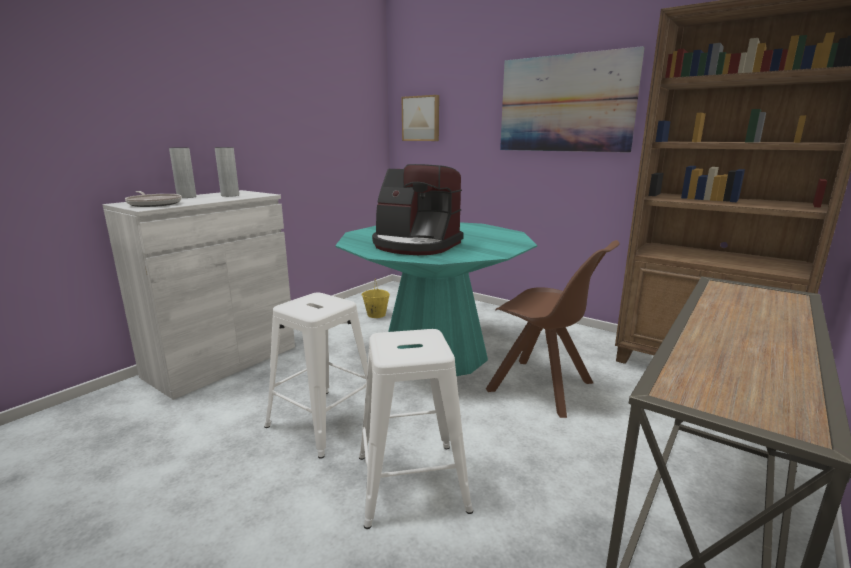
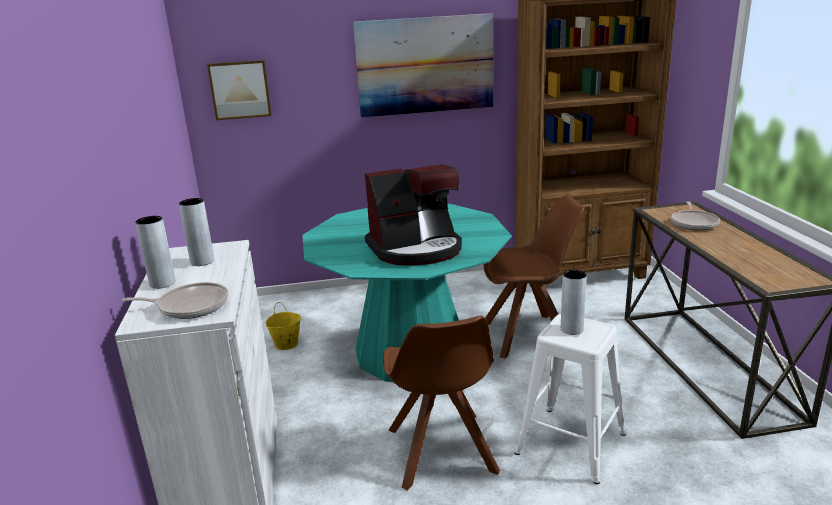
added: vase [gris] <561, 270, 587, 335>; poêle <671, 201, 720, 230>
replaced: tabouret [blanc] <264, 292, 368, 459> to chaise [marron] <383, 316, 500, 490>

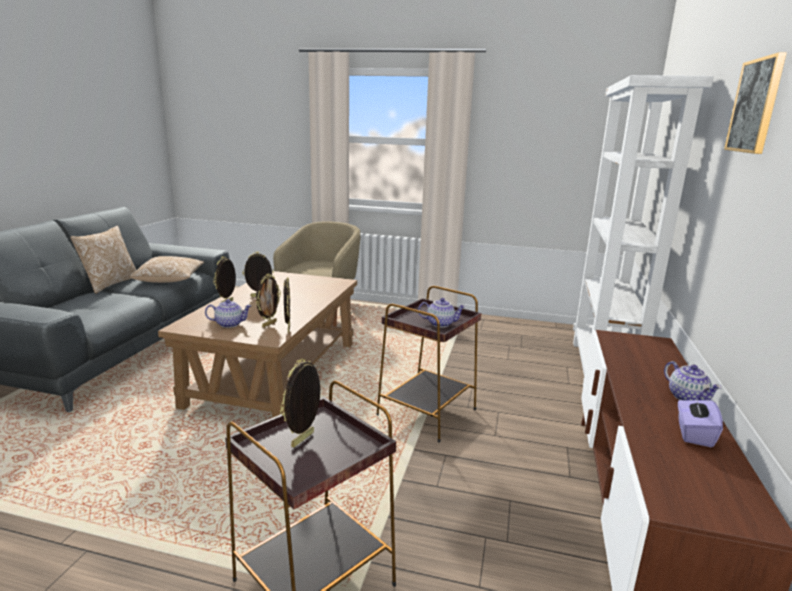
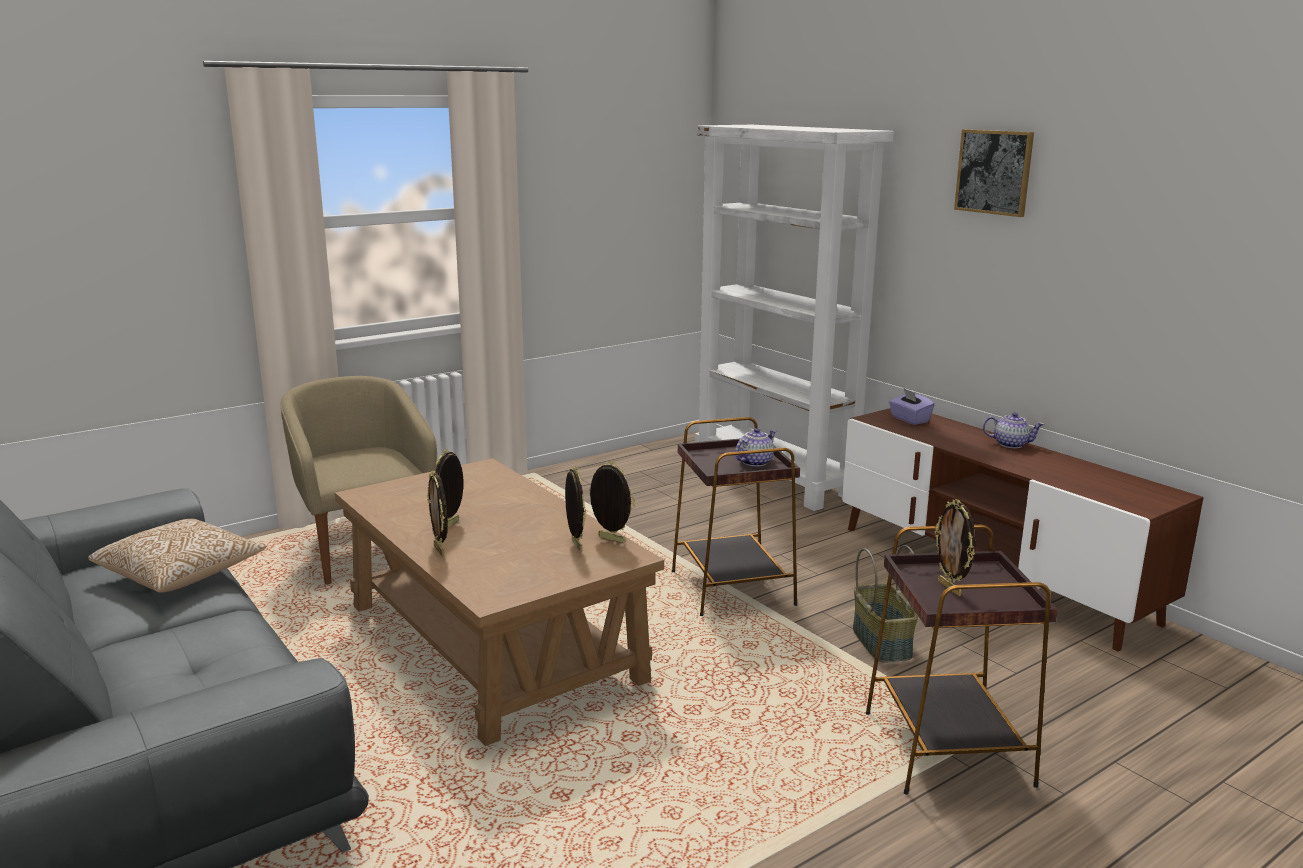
removed: coussin <70, 226, 136, 294>; théière <205, 299, 252, 328>
added: panier <853, 545, 918, 663>
moved: boîte à mouchoirs [violet] <678, 394, 723, 447> to <889, 388, 935, 425>

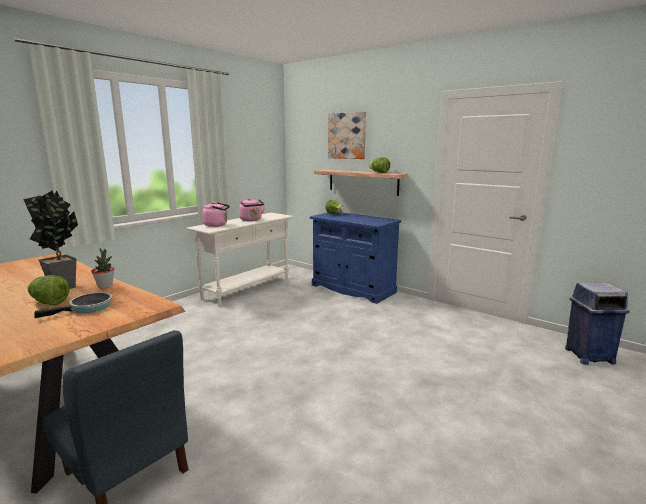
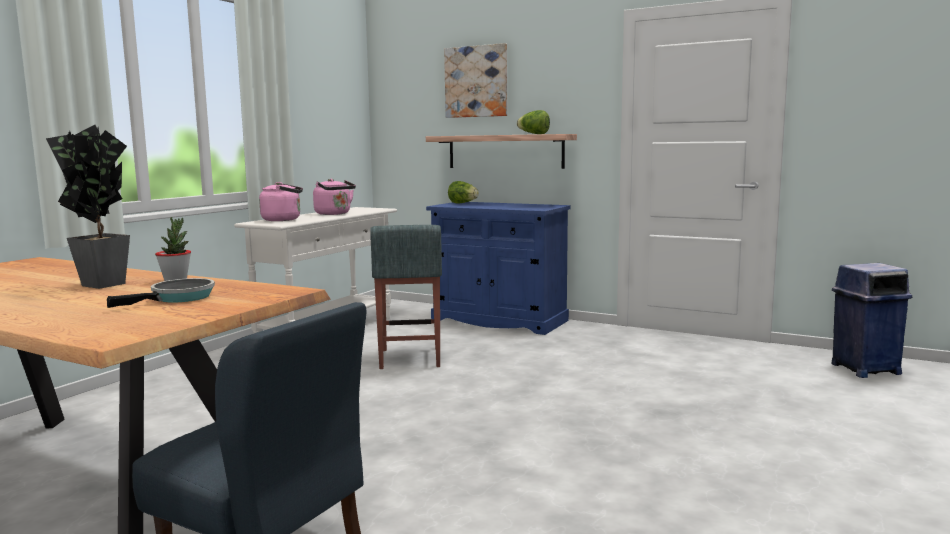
removed: laitue <27, 275, 69, 305>
added: tabouret [gris] <370, 225, 442, 369>

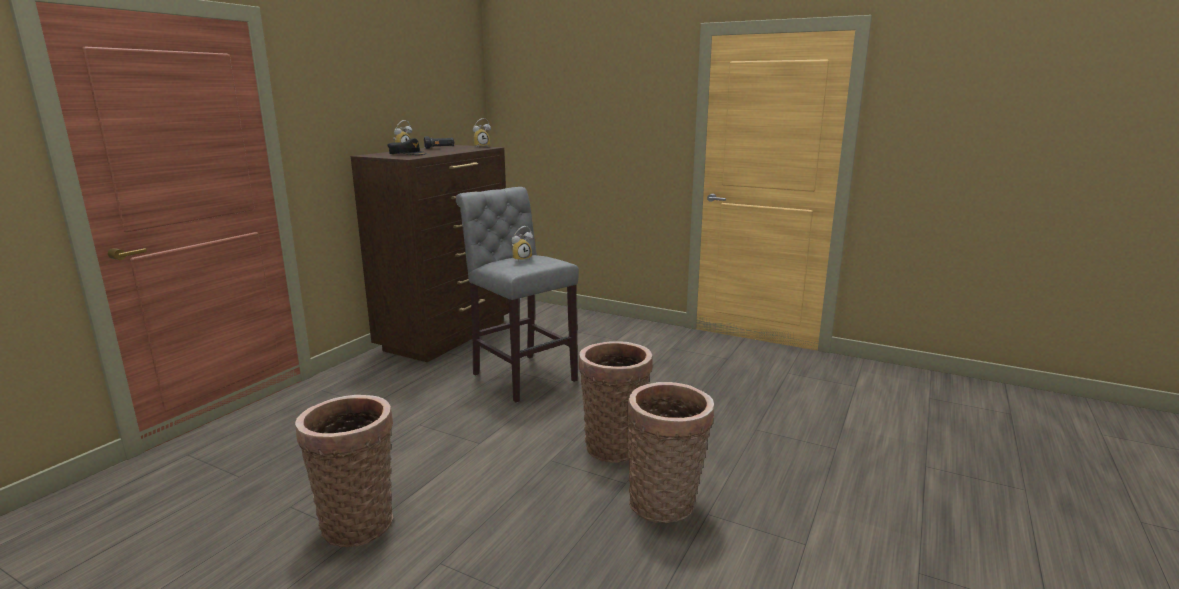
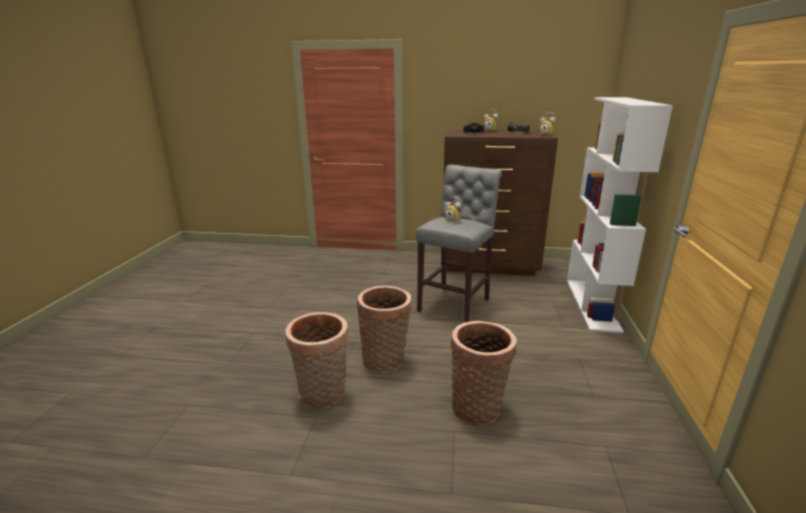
added: bibliothèque [blanc] <567, 97, 673, 333>
moved: panier <295, 395, 393, 547> to <451, 321, 516, 426>

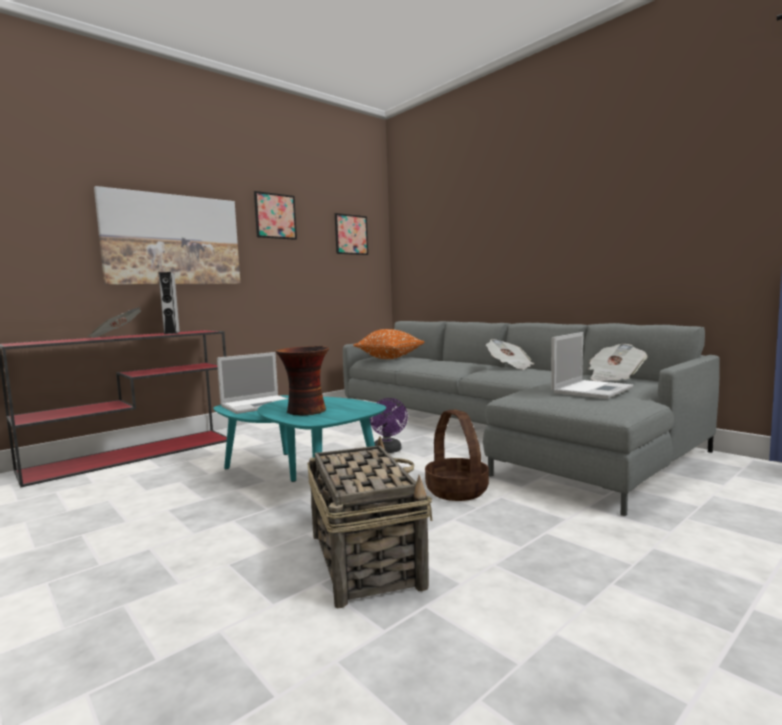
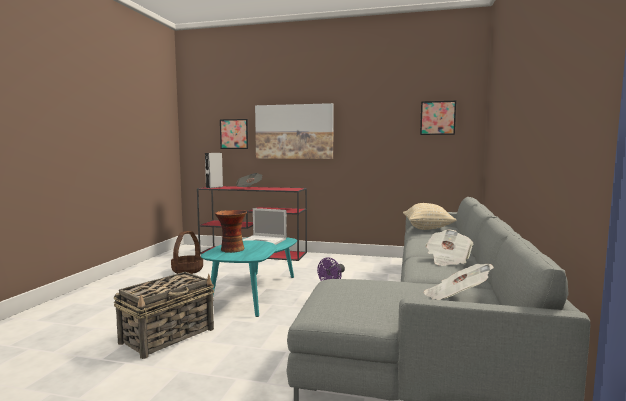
removed: ordinateur portable <551, 332, 633, 399>
moved: enceinte [gris] <158, 272, 180, 334> to <205, 153, 223, 188>; tableau <254, 191, 297, 240> to <220, 119, 248, 149>; panier <425, 410, 489, 501> to <171, 231, 203, 274>
recoloured: coussin [orange] <353, 329, 424, 359> to coussin [beige] <403, 203, 457, 230>

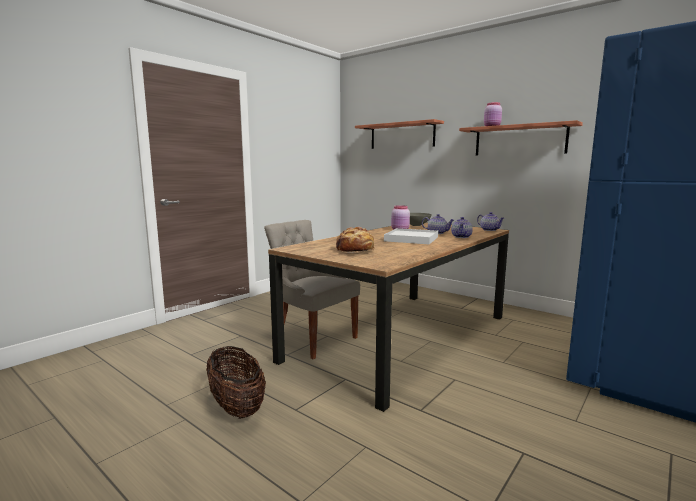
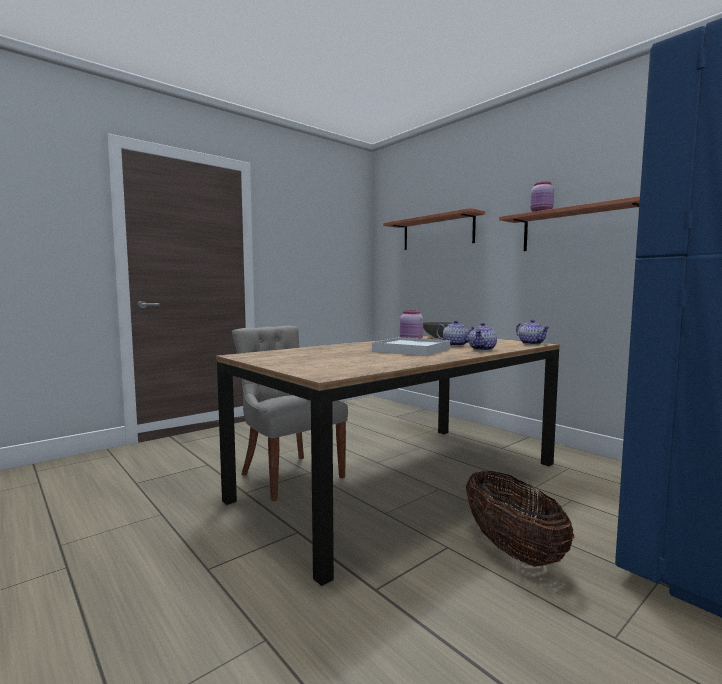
removed: pain <336, 227, 375, 253>
moved: panier <206, 346, 266, 419> to <466, 471, 574, 567>

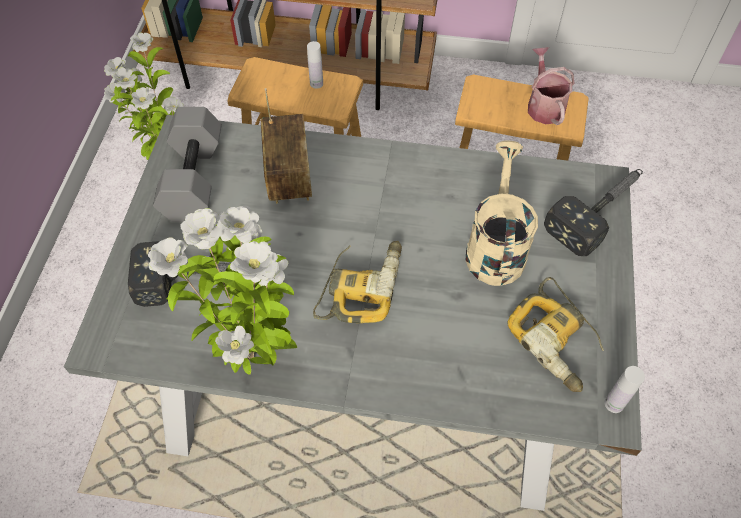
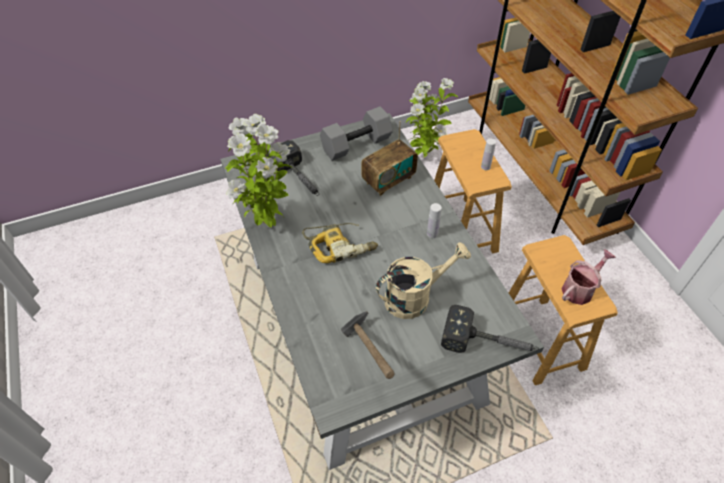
moved: bouteille [blanc] <604, 366, 645, 413> to <427, 203, 442, 238>
replaced: perceuse <507, 277, 604, 392> to marteau <341, 311, 395, 379>

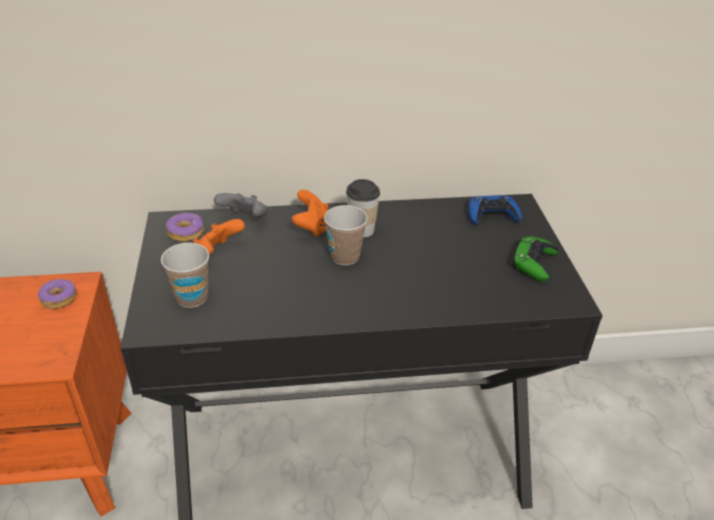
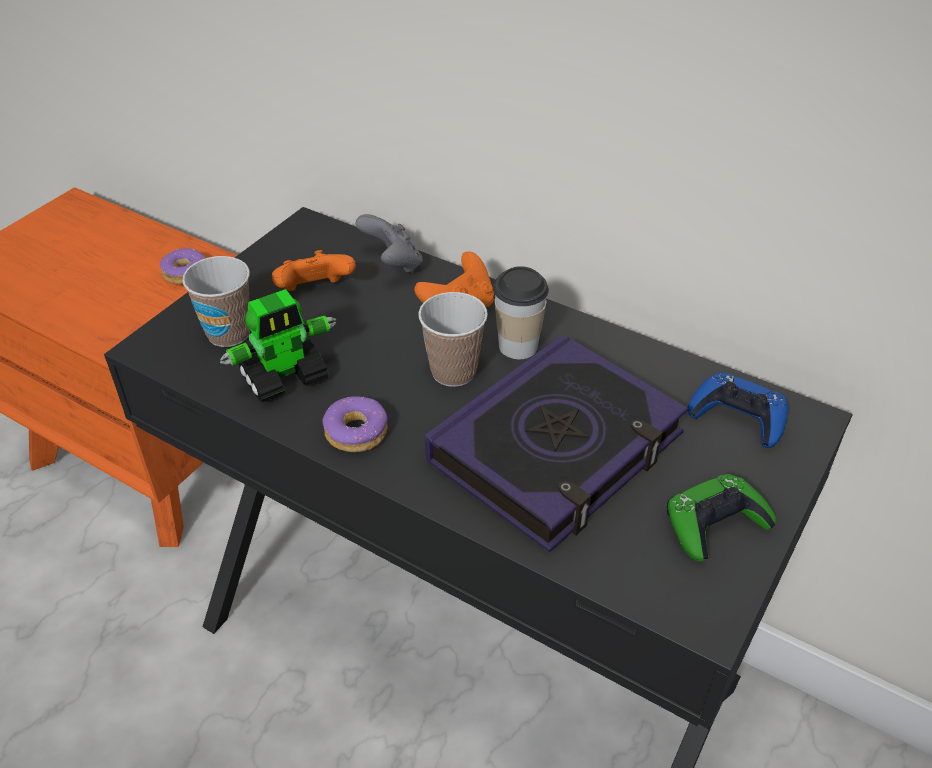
added: robot jouet <220, 289, 336, 402>; livre <425, 334, 688, 553>
moved: beignet <166, 213, 204, 242> to <322, 396, 388, 452>

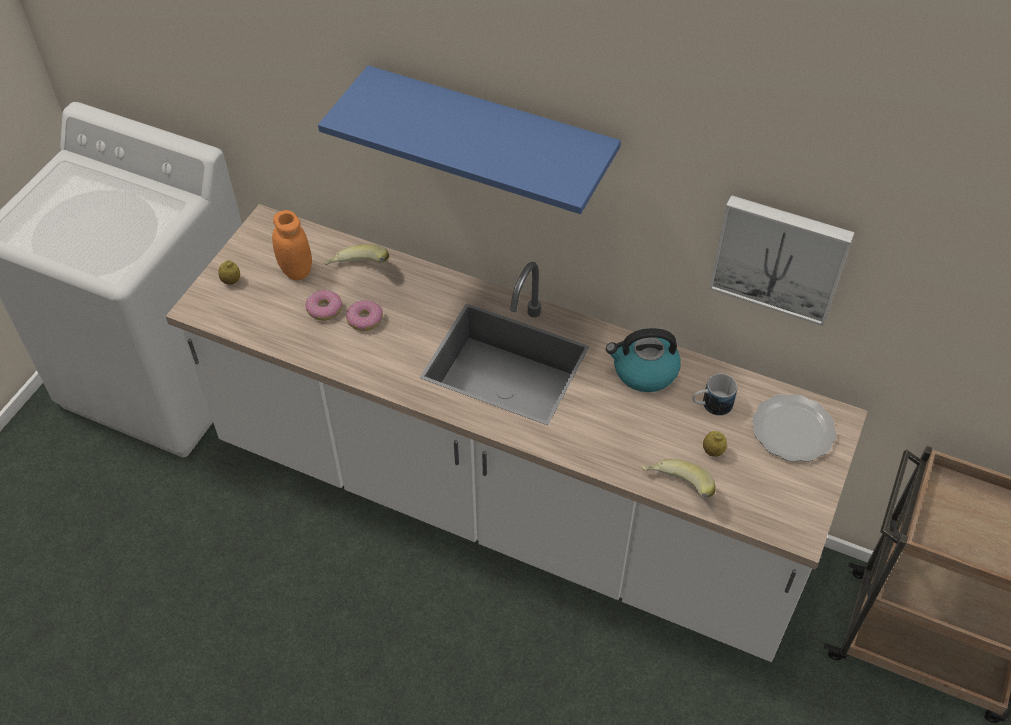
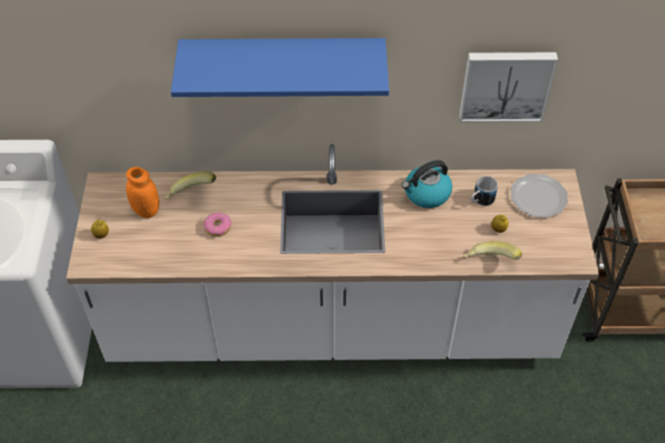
removed: beignet <305, 290, 343, 321>

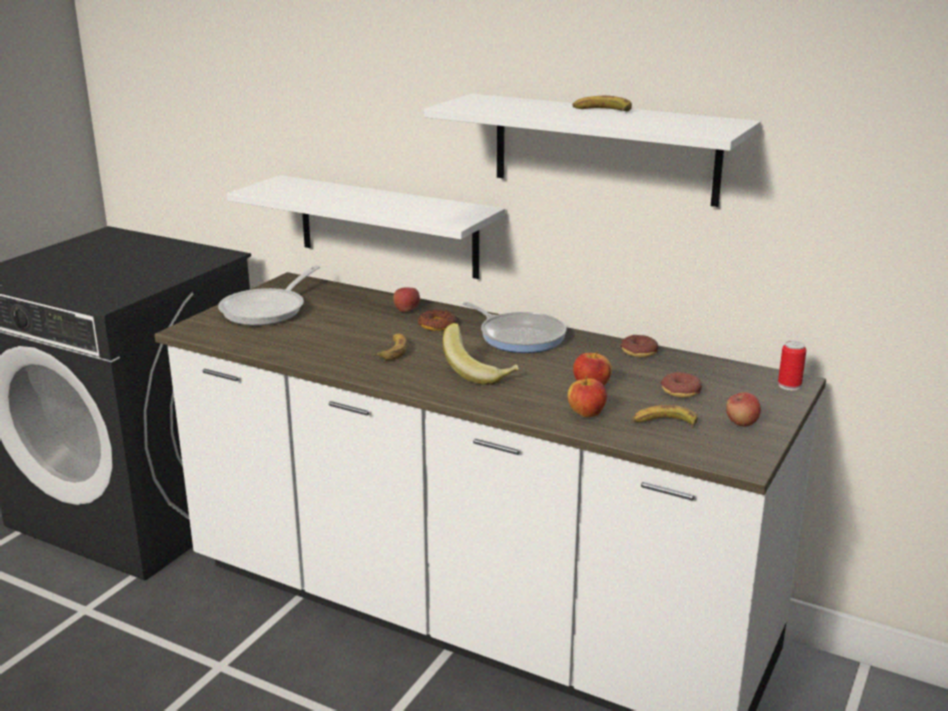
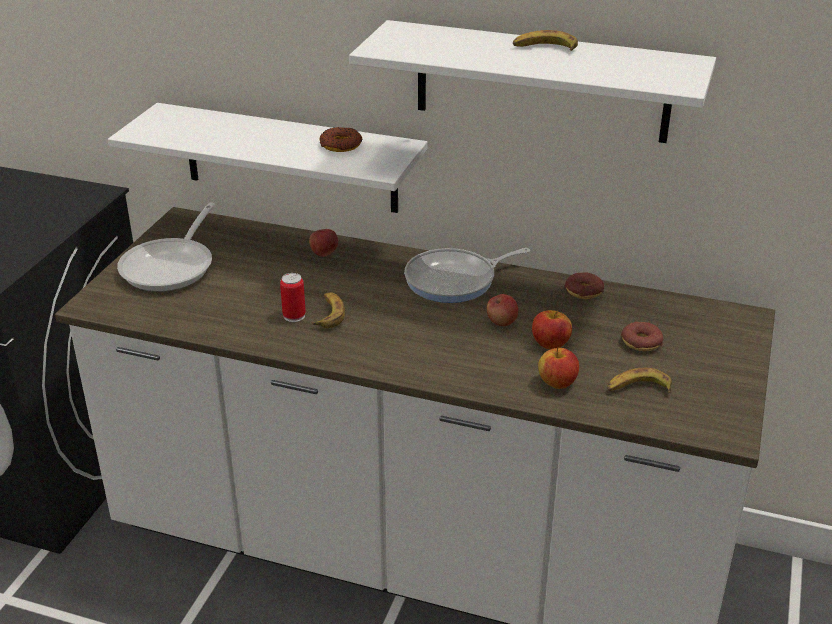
removed: banane <442, 323, 519, 385>
moved: beignet <418, 310, 457, 331> to <319, 127, 362, 152>; pomme <726, 392, 761, 426> to <487, 294, 518, 326>; boîte métallique <778, 341, 806, 390> to <280, 273, 306, 322>
turned: poêle <462, 302, 567, 353> = <404, 248, 530, 303> 120 degrees clockwise

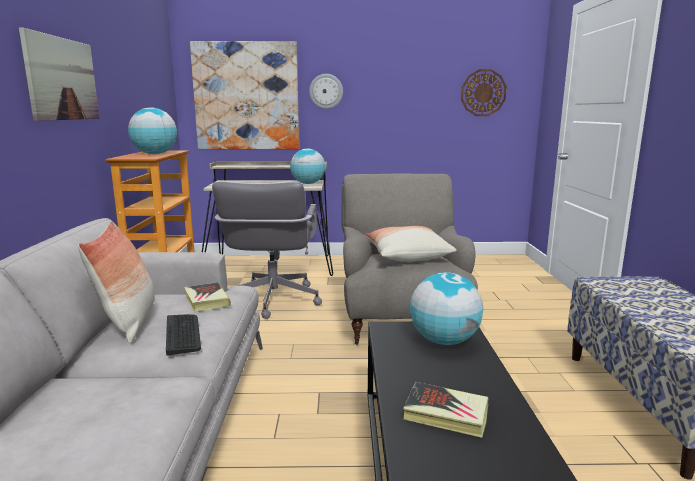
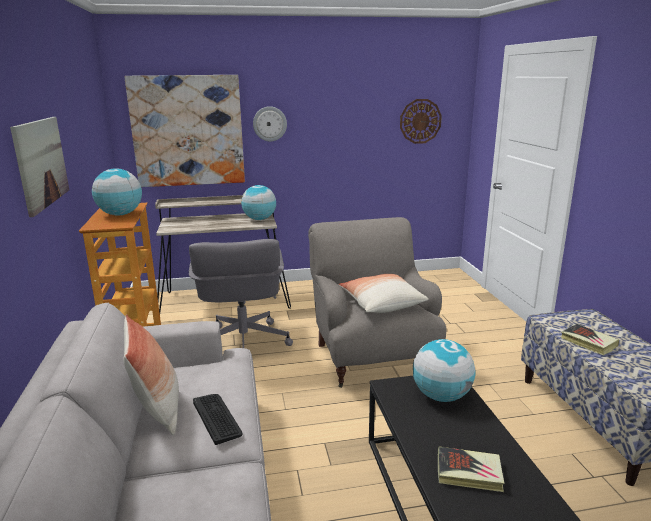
moved: livre <184, 282, 231, 312> to <561, 324, 619, 355>

